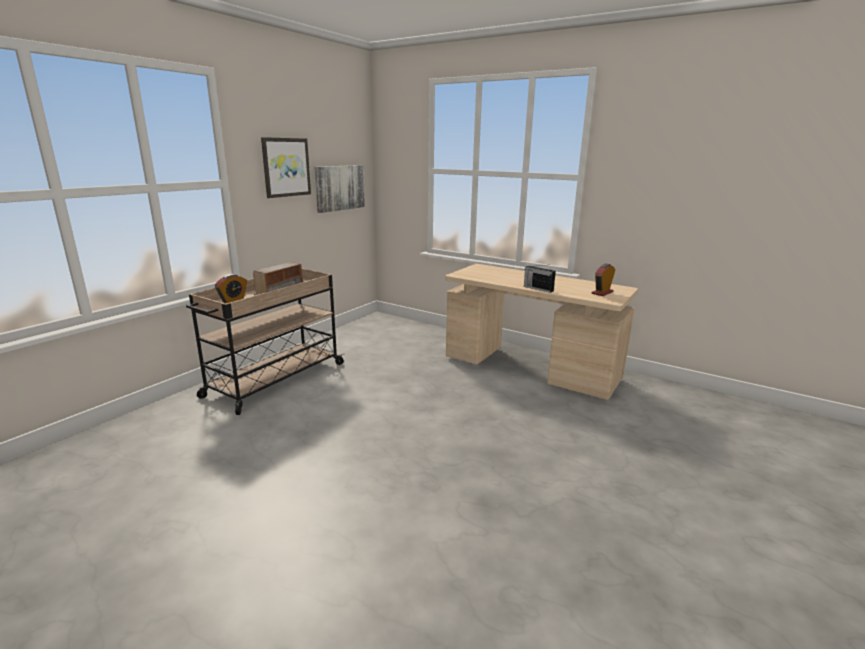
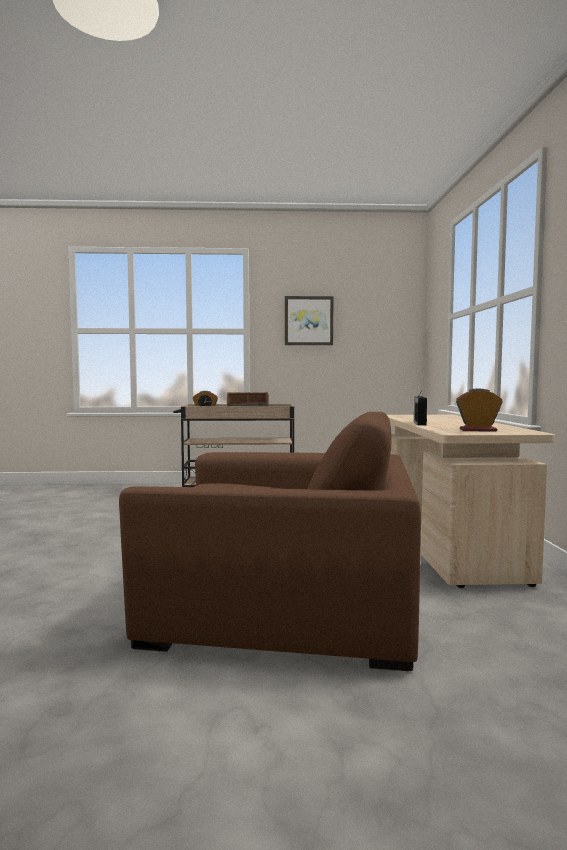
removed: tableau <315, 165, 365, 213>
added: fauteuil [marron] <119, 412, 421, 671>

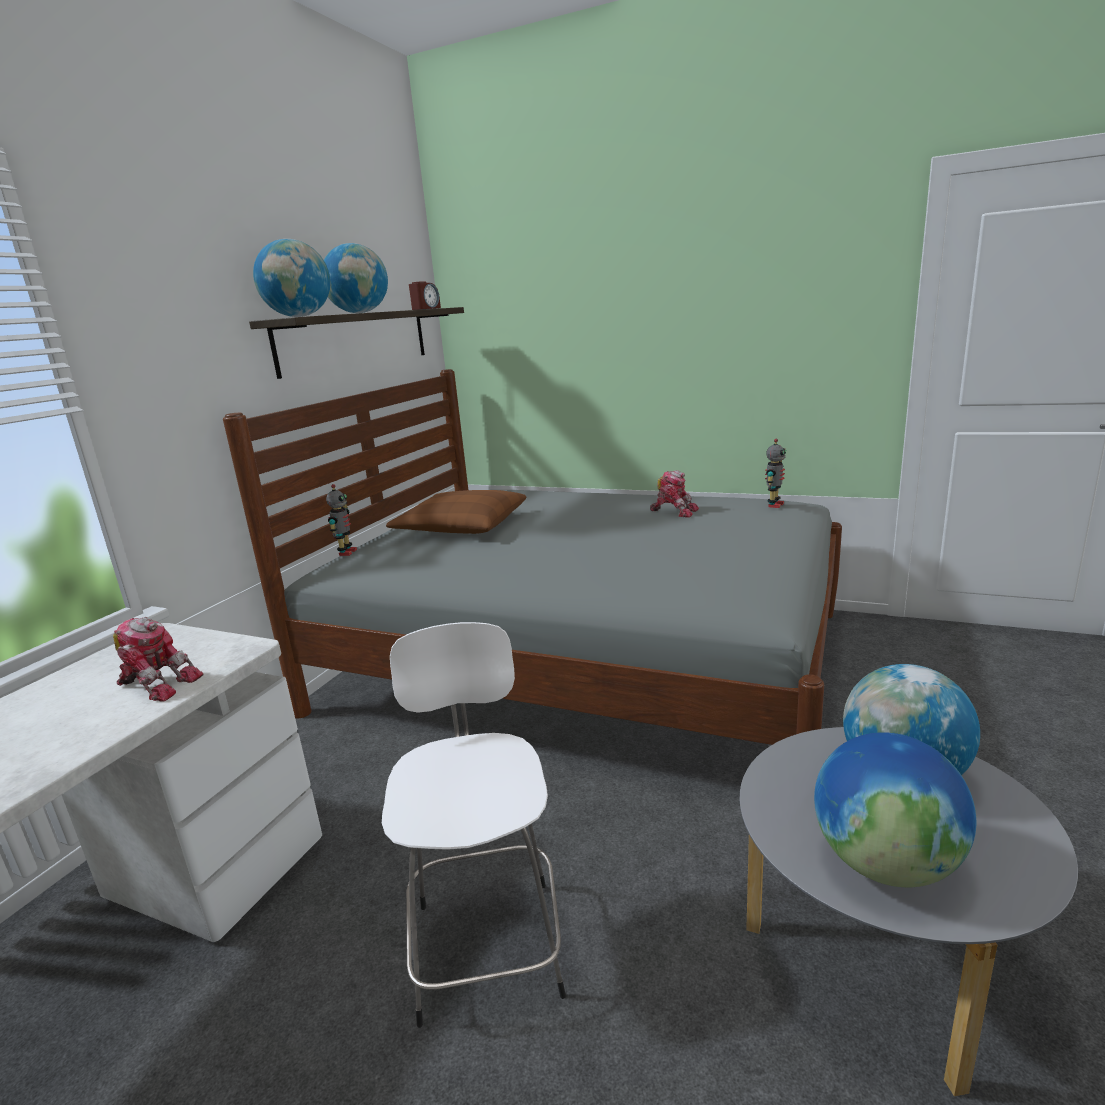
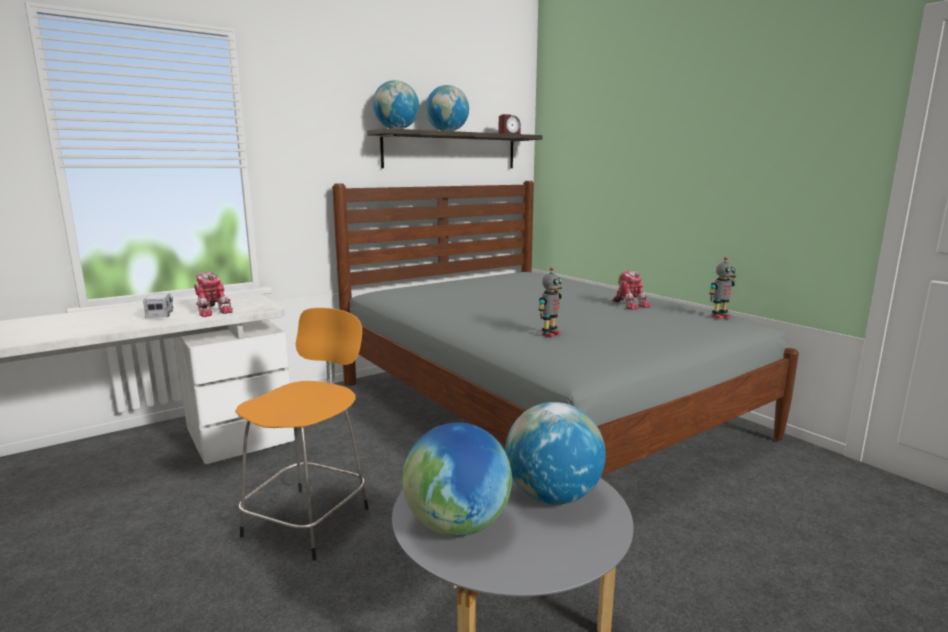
removed: coussin [marron] <386, 490, 526, 534>
added: camion jouet <143, 293, 173, 318>
moved: robot jouet <326, 484, 357, 556> to <538, 267, 562, 338>
recoloured: tabouret [blanc] <382, 622, 566, 1028> to tabouret [orange] <235, 308, 369, 561>

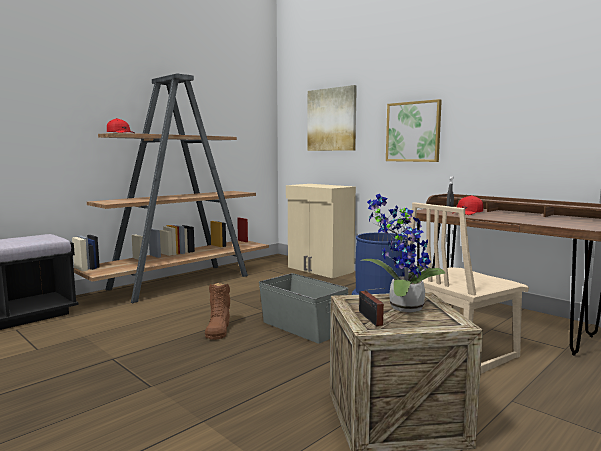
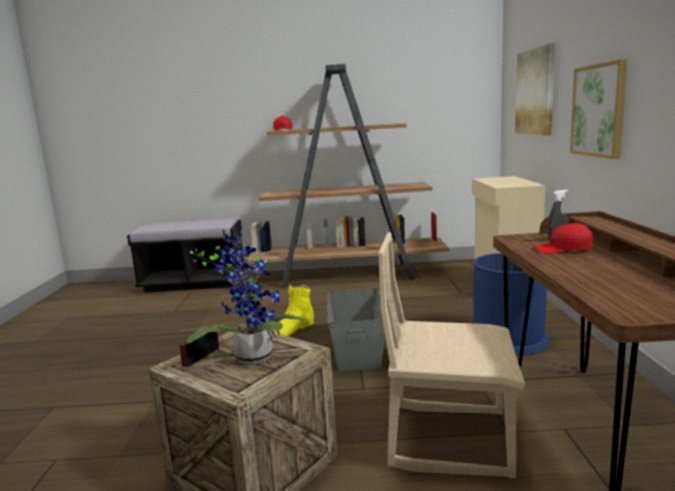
recoloured: botte [marron] <205, 283, 230, 340> to botte [jaune] <270, 285, 314, 336>

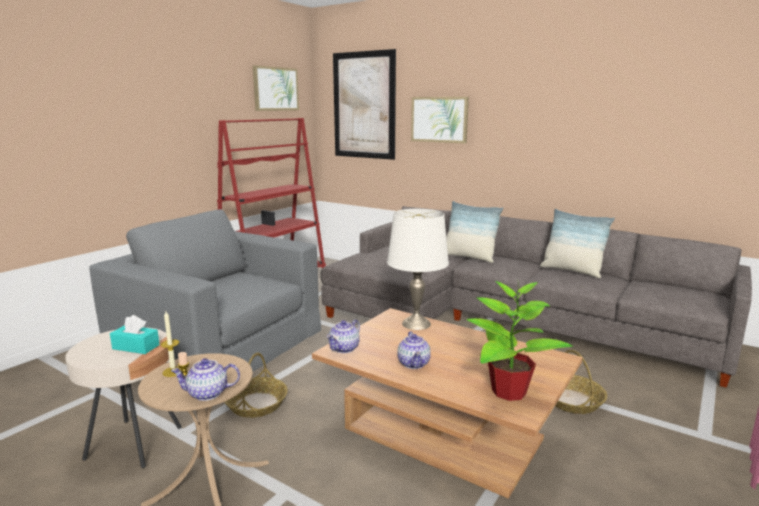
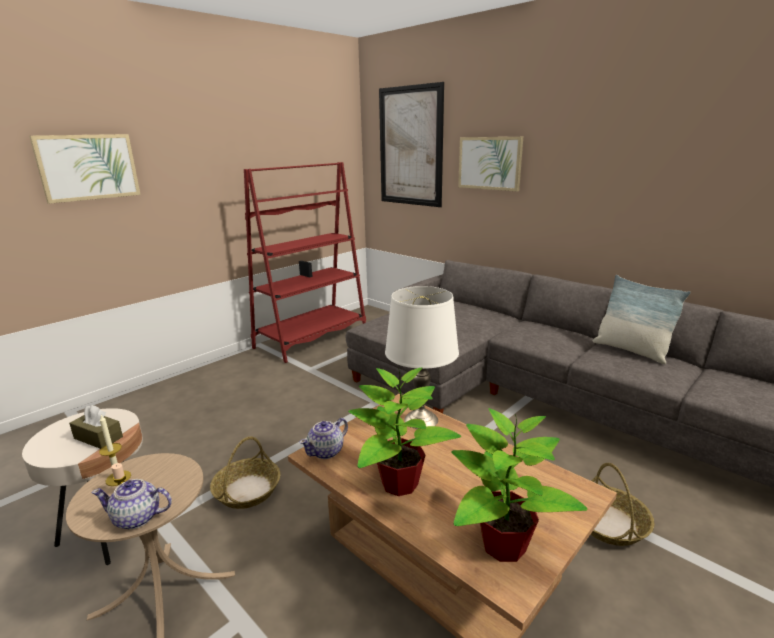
removed: fauteuil [gris] <89, 209, 321, 372>; coussin <446, 201, 503, 263>
moved: tableau <253, 65, 299, 111> to <29, 134, 141, 204>
replaced: théière <397, 331, 431, 369> to plante en pot <348, 368, 461, 496>
recoloured: boîte à mouchoirs [turquoise] <110, 315, 160, 354> to boîte à mouchoirs [marron] <69, 405, 123, 449>

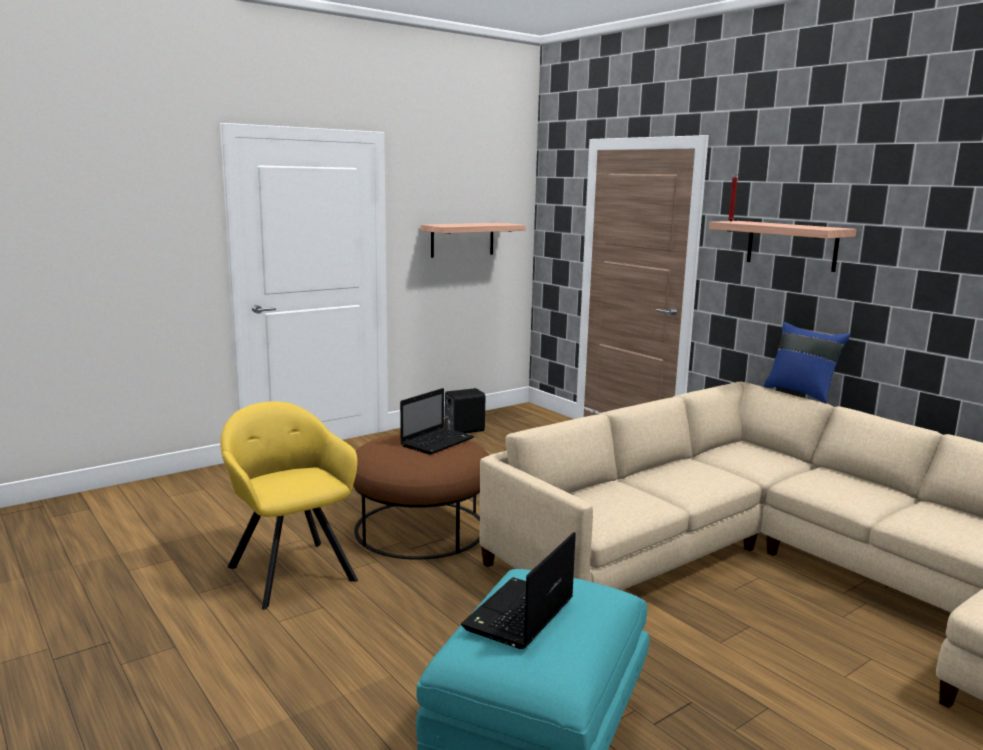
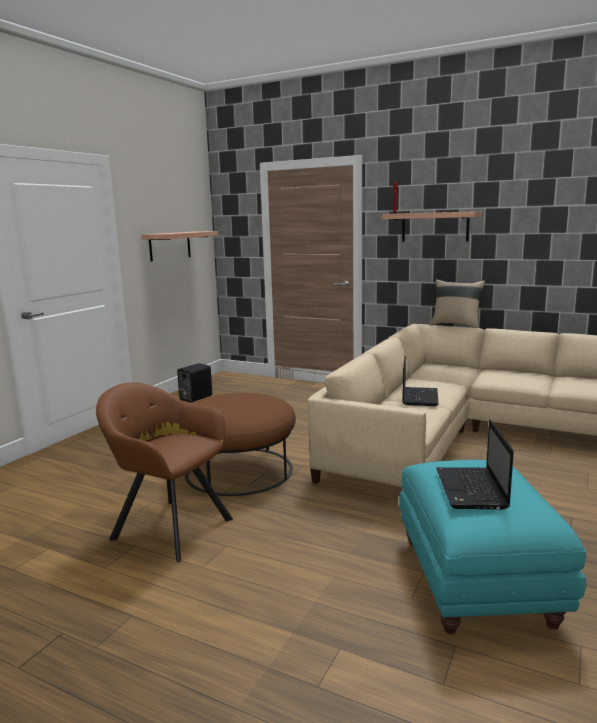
moved: ordinateur portable <400, 388, 474, 455> to <402, 356, 439, 406>
recoloured: fauteuil [jaune] <220, 401, 358, 610> to fauteuil [marron] <96, 382, 233, 562>; coussin [bleu] <764, 322, 850, 403> to coussin [beige] <430, 279, 485, 328>

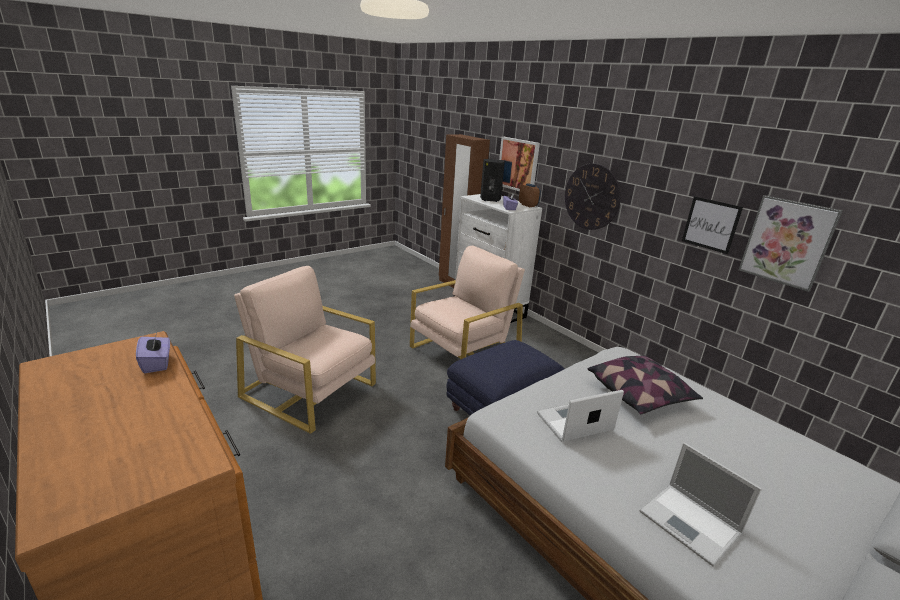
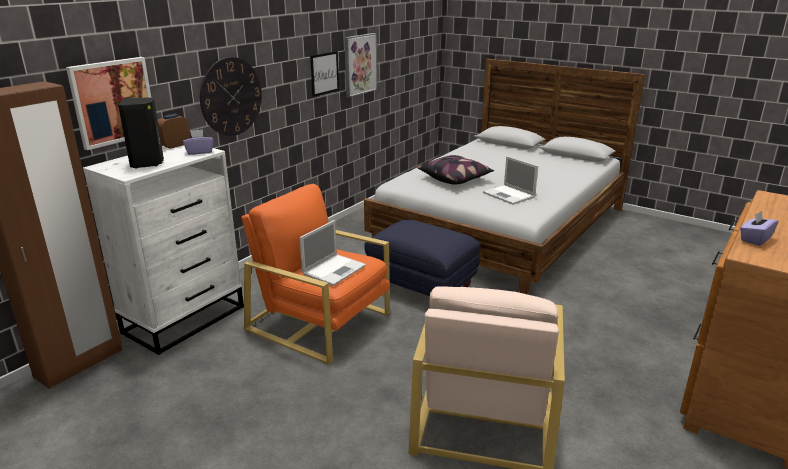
moved: ordinateur portable <639, 443, 762, 567> to <299, 220, 366, 286>
recoloured: fauteuil [beige] <410, 246, 525, 360> to fauteuil [orange] <241, 184, 390, 364>

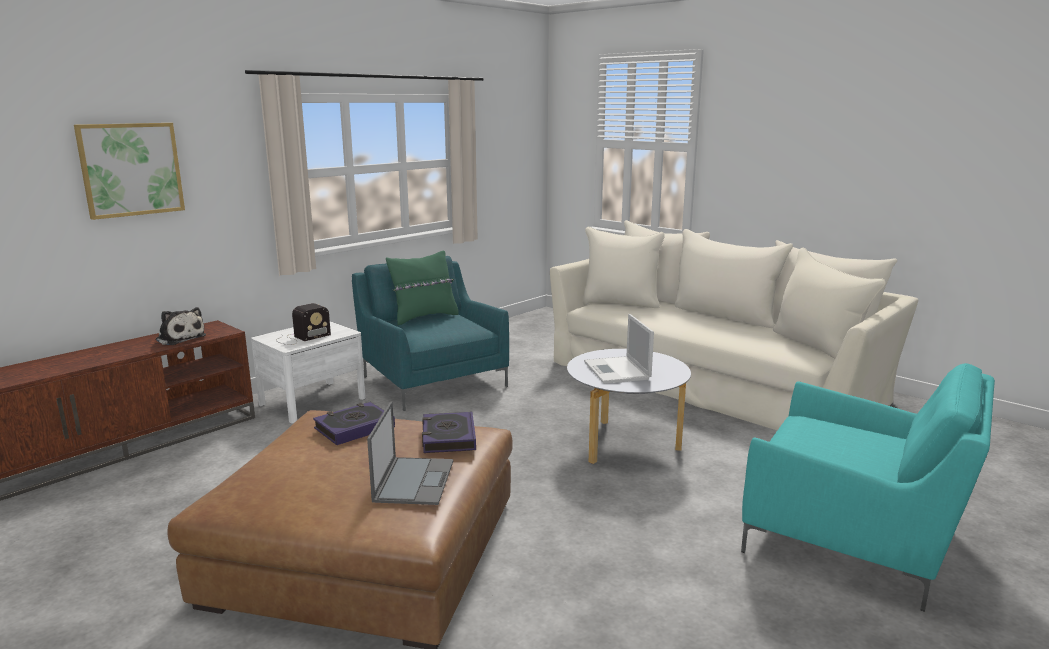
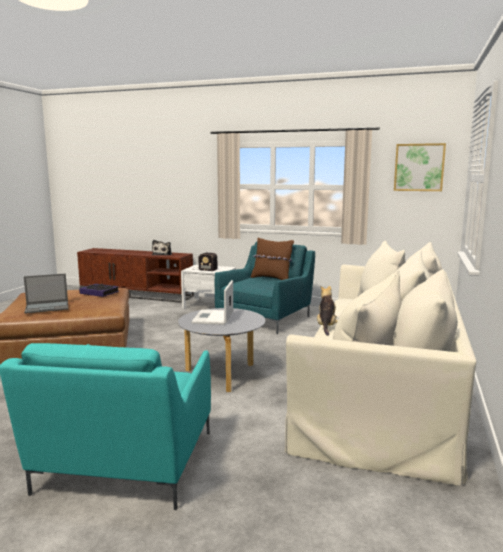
removed: livre <422, 412, 476, 453>
added: peluche <317, 286, 338, 336>
moved: tableau <74, 123, 185, 220> to <394, 143, 446, 191>
recoloured: coussin [vert] <386, 251, 459, 325> to coussin [marron] <250, 237, 294, 280>
turned: ordinateur portable <584, 314, 654, 384> = <191, 280, 233, 325> 45 degrees counterclockwise

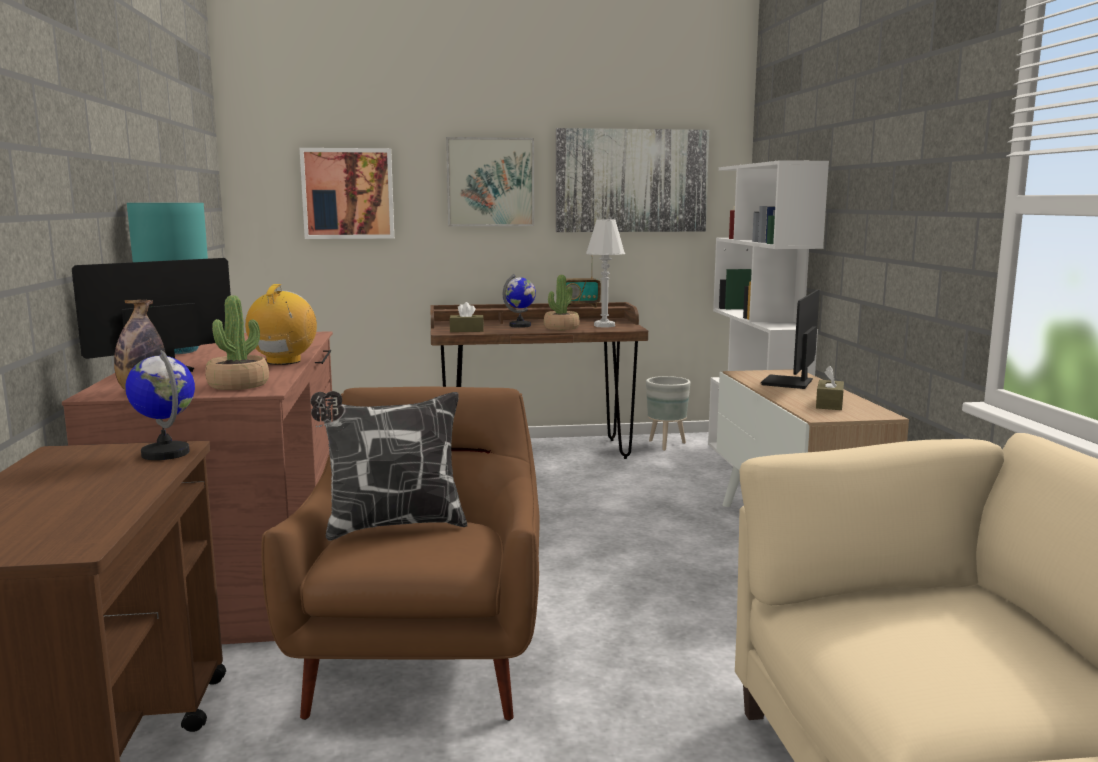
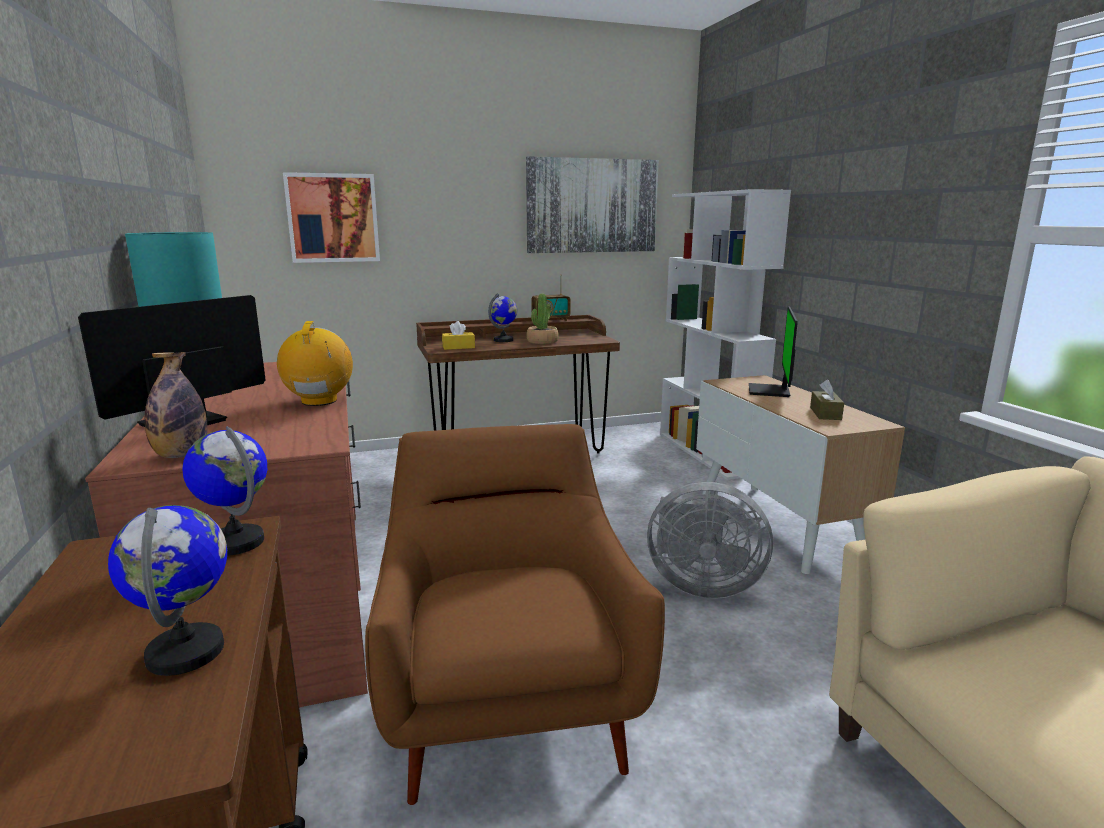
removed: plante en pot <205, 295, 269, 390>; coussin <311, 391, 467, 541>; tableau <446, 137, 534, 226>; lampe de table [blanc] <586, 219, 625, 328>; cache-pot [gris] <646, 376, 690, 451>
added: globe <108, 505, 227, 676>; ventilateur [gris] <647, 482, 773, 599>
recoloured: boîte à mouchoirs [marron] <449, 302, 484, 332> to boîte à mouchoirs [jaune] <442, 321, 475, 350>

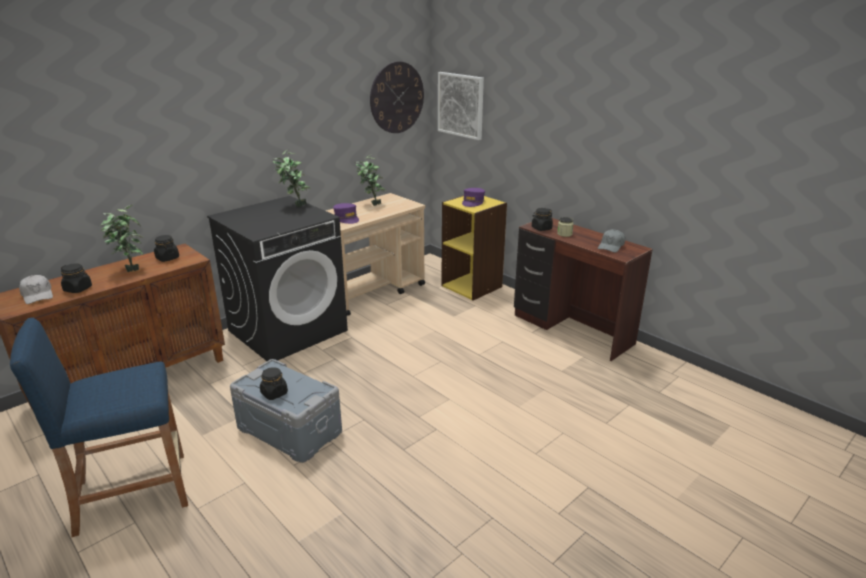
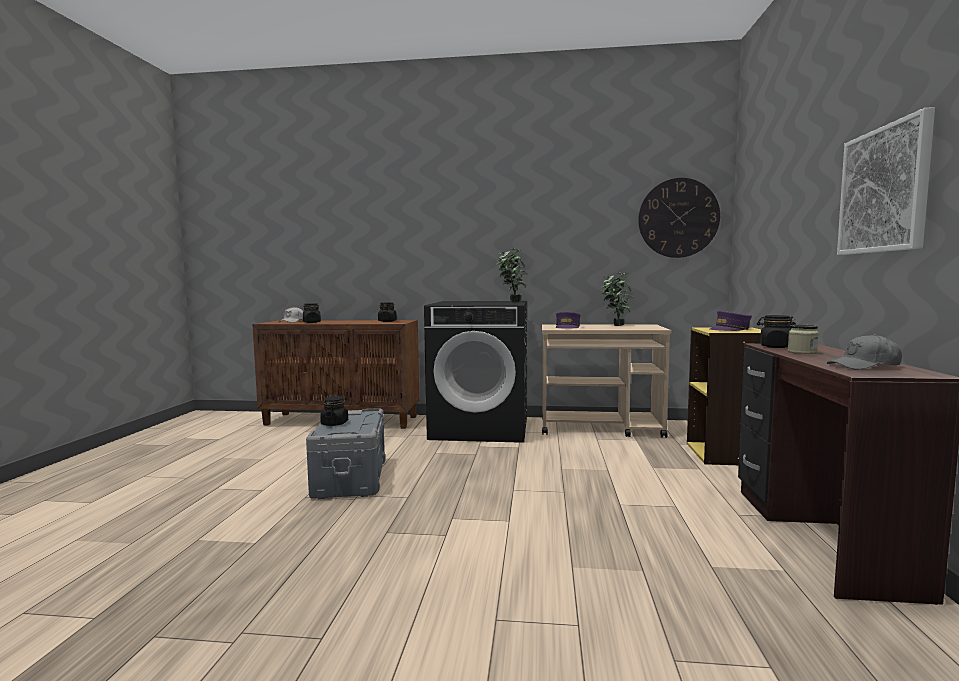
removed: tabouret [bleu] <10, 318, 188, 537>; plante en pot <100, 205, 144, 272>
moved: tableau <438, 72, 484, 140> to <837, 107, 935, 255>

